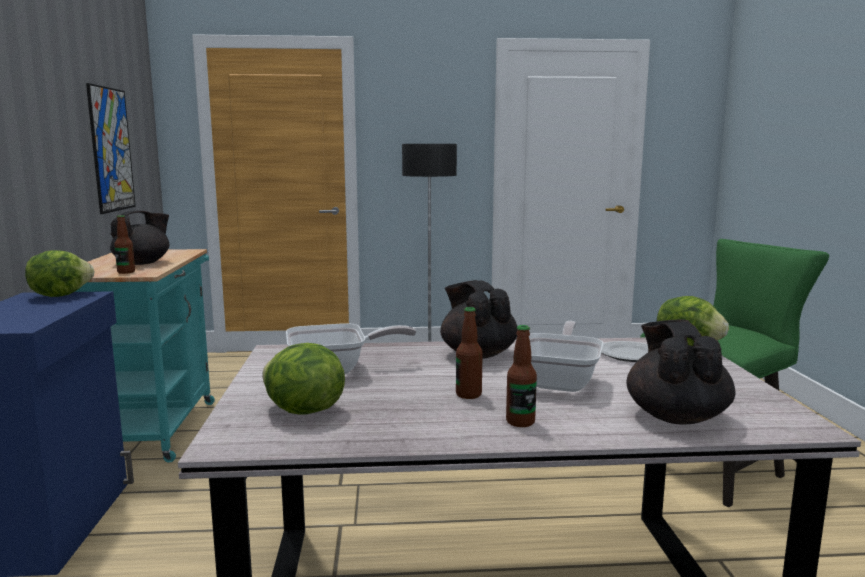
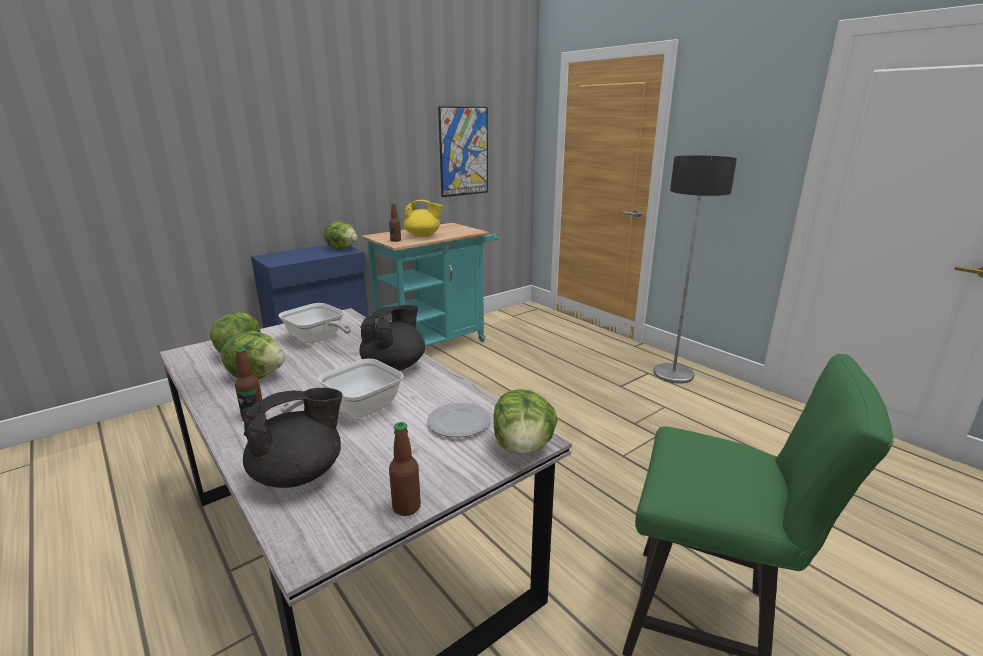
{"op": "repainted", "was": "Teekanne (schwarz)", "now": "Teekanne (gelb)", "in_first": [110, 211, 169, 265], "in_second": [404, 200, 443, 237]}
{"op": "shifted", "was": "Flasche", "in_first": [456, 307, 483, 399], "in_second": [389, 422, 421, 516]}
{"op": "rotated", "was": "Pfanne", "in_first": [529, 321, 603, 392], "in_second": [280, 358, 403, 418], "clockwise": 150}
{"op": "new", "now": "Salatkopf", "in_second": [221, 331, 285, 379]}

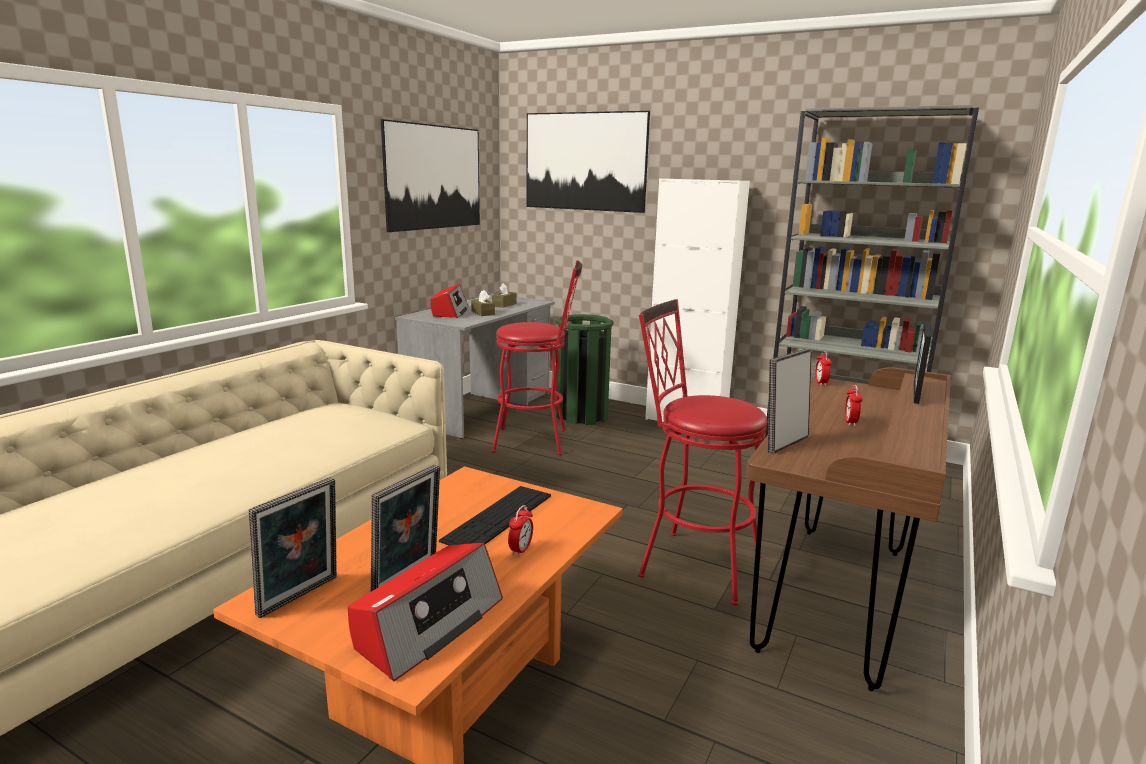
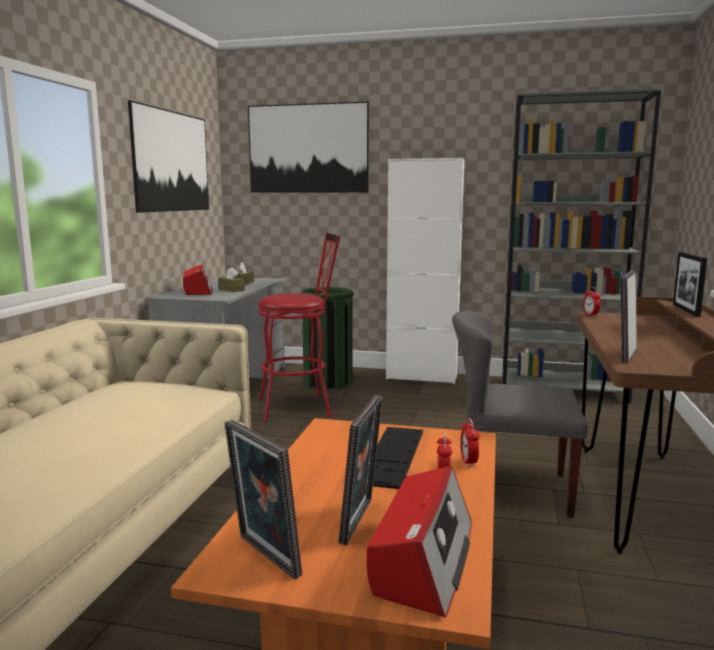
{"op": "swapped", "was": "Hocker (rot)", "now": "Stuhl (grau)", "in_first": [638, 299, 767, 606], "in_second": [452, 311, 588, 518]}
{"op": "shifted", "was": "Wecker", "in_first": [845, 385, 863, 426], "in_second": [460, 418, 480, 467]}
{"op": "rotated", "was": "Bilderrahmen", "in_first": [248, 477, 337, 618], "in_second": [224, 420, 302, 579], "clockwise": 120}

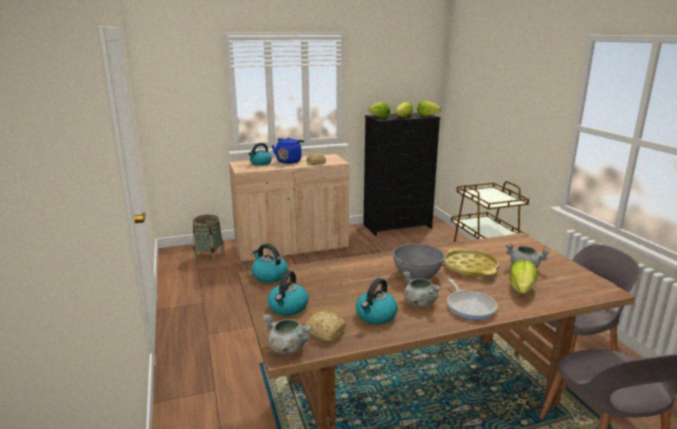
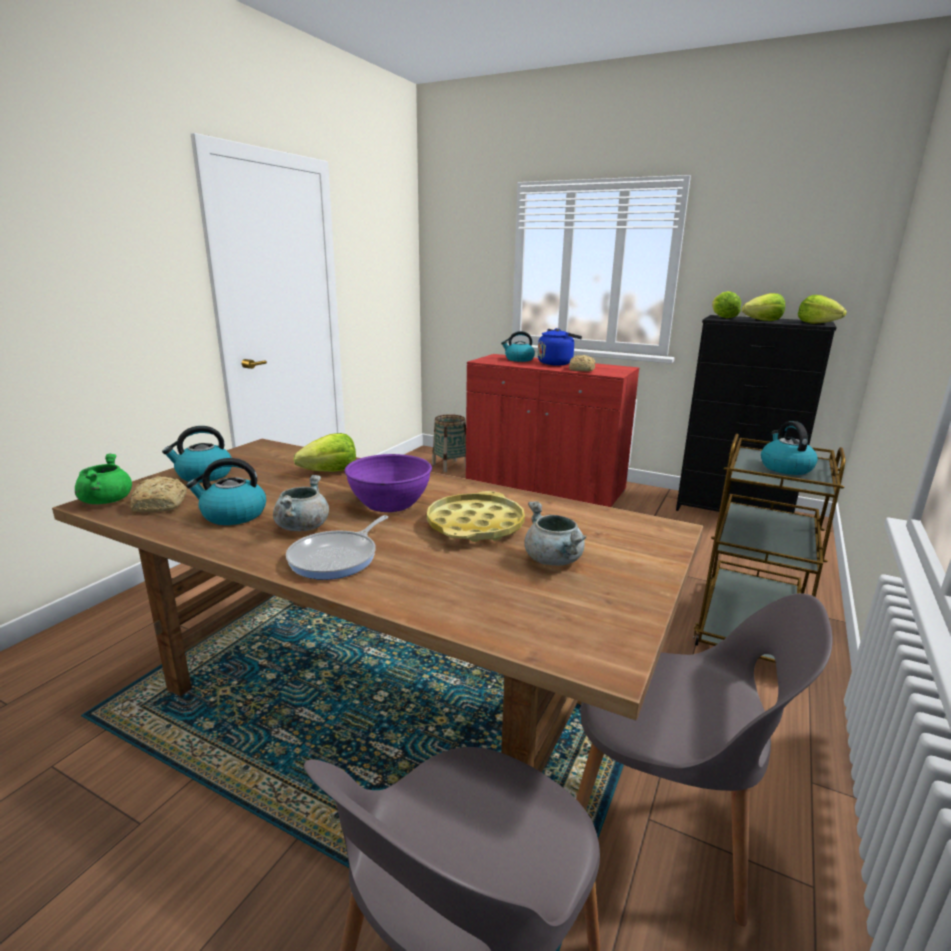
{"op": "repainted", "was": "Schrank (beige)", "now": "Schrank (rot)", "in_first": [229, 154, 349, 262], "in_second": [466, 354, 639, 507]}
{"op": "shifted", "was": "Wasserkessel", "in_first": [252, 244, 288, 283], "in_second": [761, 421, 818, 475]}
{"op": "repainted", "was": "Schüssel (grau)", "now": "Schüssel (lila)", "in_first": [392, 244, 445, 280], "in_second": [345, 454, 432, 512]}
{"op": "shifted", "was": "Salatkopf", "in_first": [509, 260, 538, 294], "in_second": [293, 433, 356, 472]}
{"op": "repainted", "was": "Kochtopf (grau)", "now": "Kochtopf (grün)", "in_first": [262, 314, 312, 355], "in_second": [75, 453, 132, 504]}

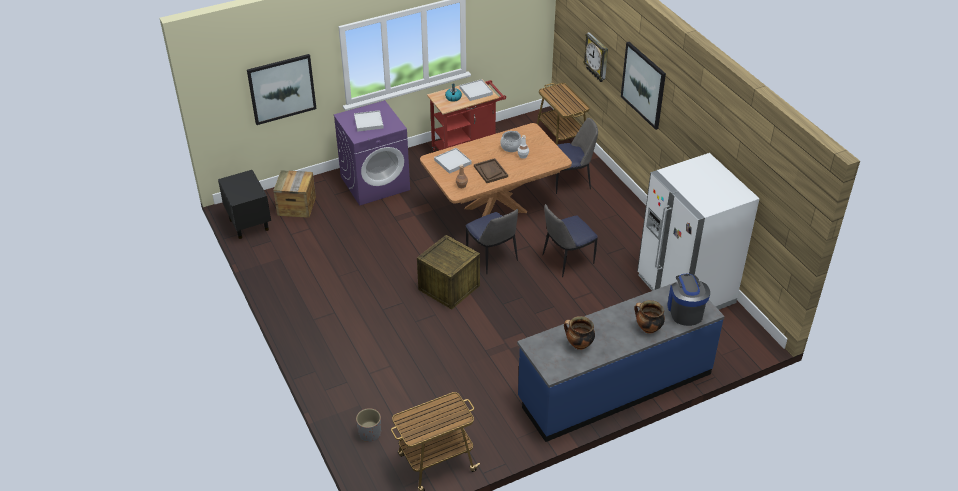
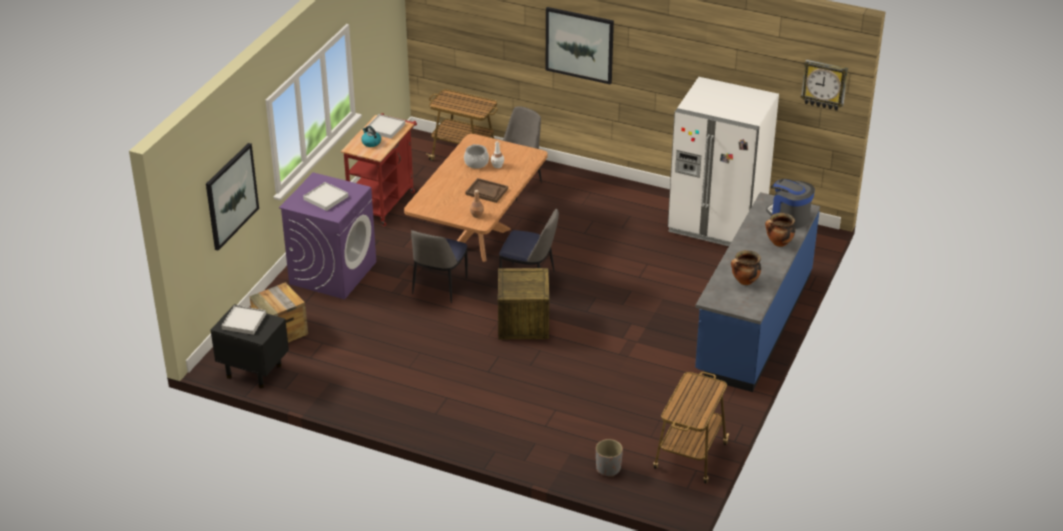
{"op": "shifted", "was": "Wanduhr", "in_first": [583, 32, 608, 82], "in_second": [801, 60, 848, 111]}
{"op": "shifted", "was": "Tablett (weiß)", "in_first": [434, 148, 472, 174], "in_second": [221, 305, 266, 335]}
{"op": "shifted", "was": "Stuhl", "in_first": [543, 204, 598, 277], "in_second": [411, 230, 468, 303]}

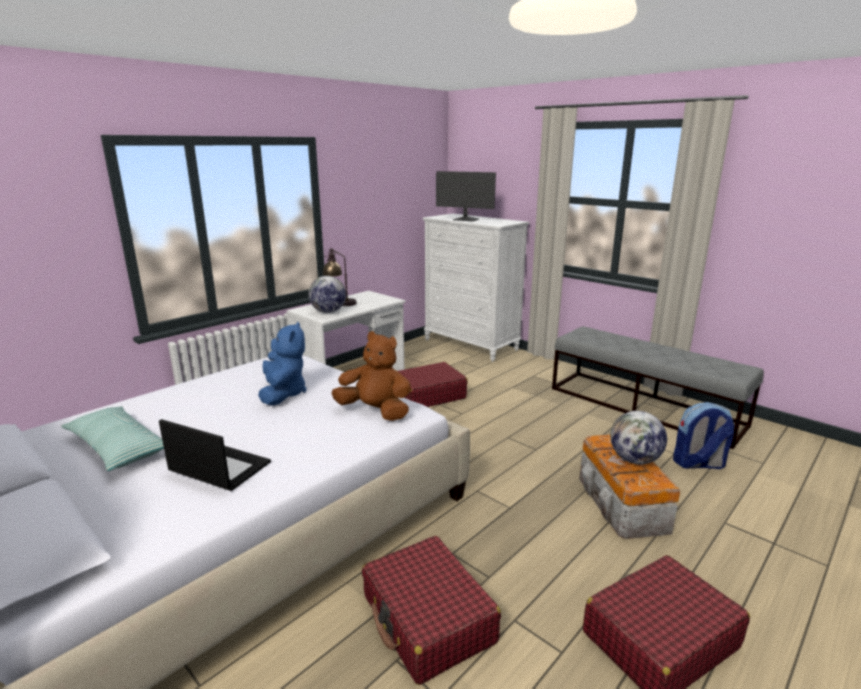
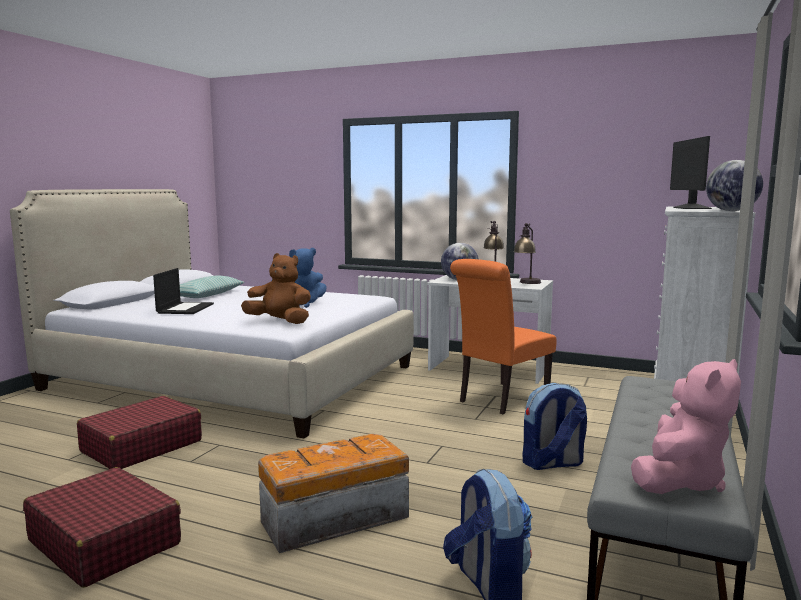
{"op": "rotated", "was": "Plüschtier (braun)", "in_first": [331, 331, 411, 421], "in_second": [241, 253, 311, 324], "clockwise": -75}
{"op": "swapped", "was": "Koffer (rot)", "now": "Stuhl (orange)", "in_first": [398, 362, 467, 407], "in_second": [450, 259, 556, 414]}
{"op": "shifted", "was": "Globus", "in_first": [610, 411, 667, 465], "in_second": [706, 160, 763, 211]}
{"op": "new", "now": "Tischlampe", "in_second": [513, 223, 541, 284]}
{"op": "new", "now": "Plüschtier (rosa)", "in_second": [631, 359, 741, 494]}
{"op": "new", "now": "Rucksack", "in_second": [523, 383, 587, 470]}

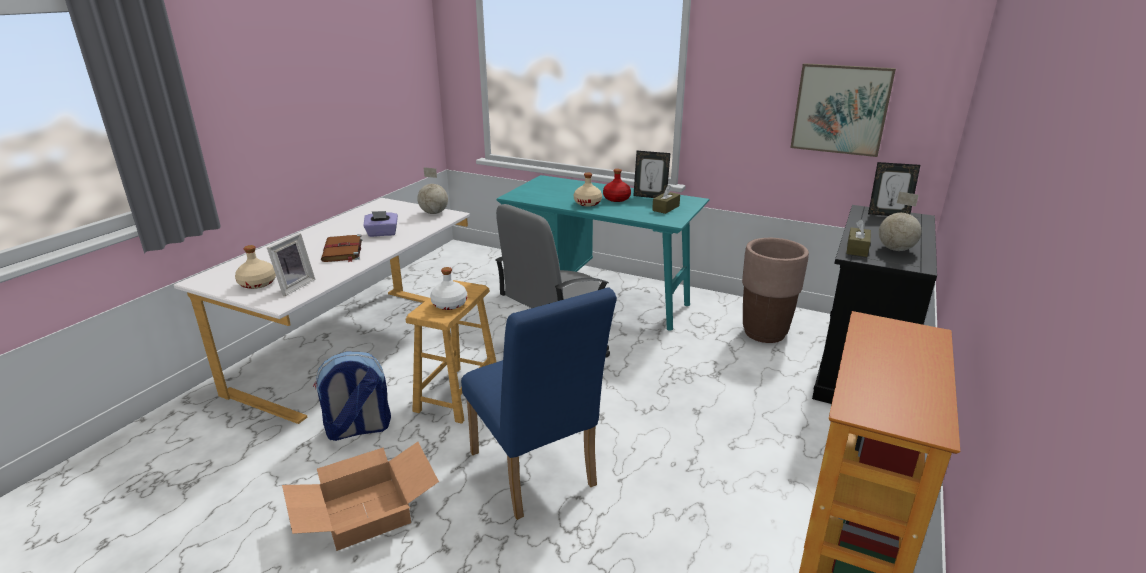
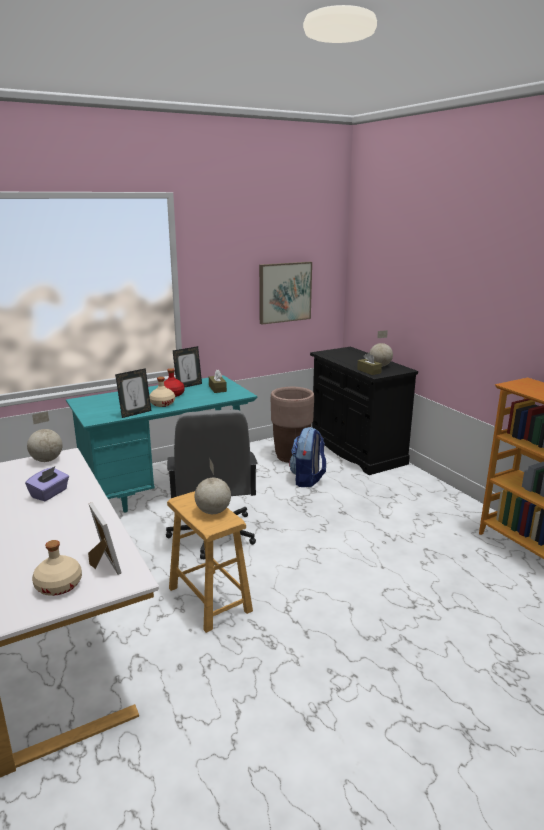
{"op": "shifted", "was": "Bilderrahmen", "in_first": [868, 162, 920, 216], "in_second": [115, 368, 151, 418]}
{"op": "gone", "was": "Buch (braun)", "in_first": [321, 234, 362, 262]}
{"op": "swapped", "was": "Flasche (weiß)", "now": "Globus", "in_first": [430, 267, 467, 310], "in_second": [195, 459, 231, 514]}
{"op": "gone", "was": "Stuhl (blau)", "in_first": [461, 288, 617, 520]}
{"op": "shifted", "was": "Rucksack", "in_first": [313, 352, 391, 441], "in_second": [289, 427, 326, 487]}
{"op": "gone", "was": "Karton", "in_first": [282, 442, 439, 551]}

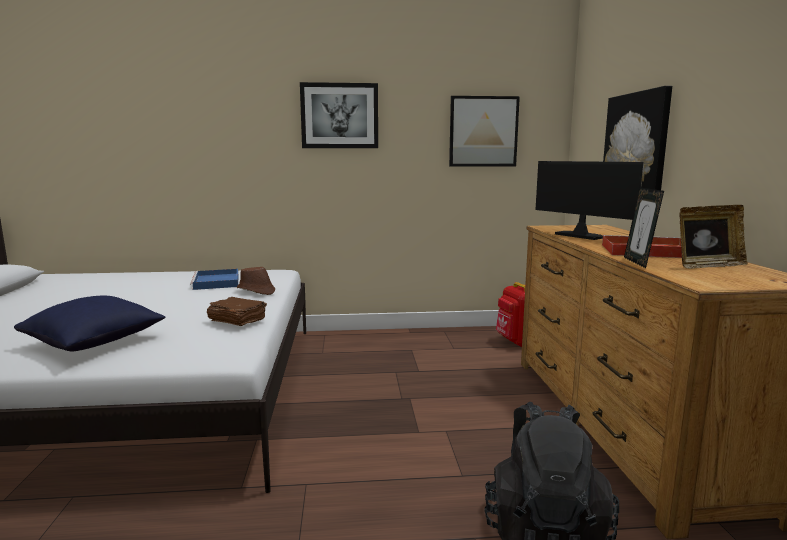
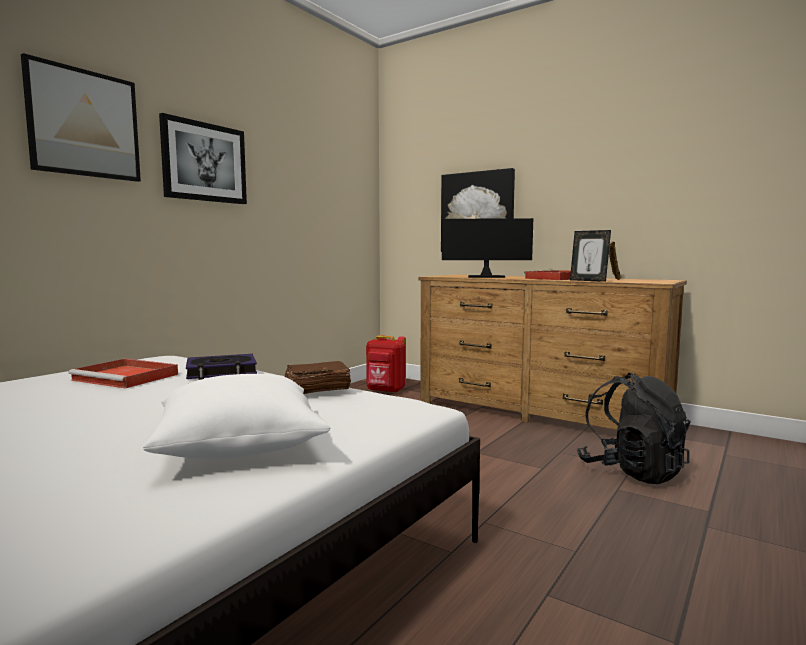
{"op": "shifted", "was": "Bild", "in_first": [449, 96, 520, 167], "in_second": [21, 53, 141, 182]}
{"op": "swapped", "was": "Hut (braun)", "now": "Buch", "in_first": [237, 267, 275, 295], "in_second": [186, 354, 257, 380]}
{"op": "repainted", "was": "Tablett (blau)", "now": "Tablett (rot)", "in_first": [190, 269, 238, 290], "in_second": [68, 359, 178, 388]}
{"op": "repainted", "was": "Kissen (blau)", "now": "Kissen (weiß)", "in_first": [14, 296, 166, 351], "in_second": [143, 374, 330, 459]}

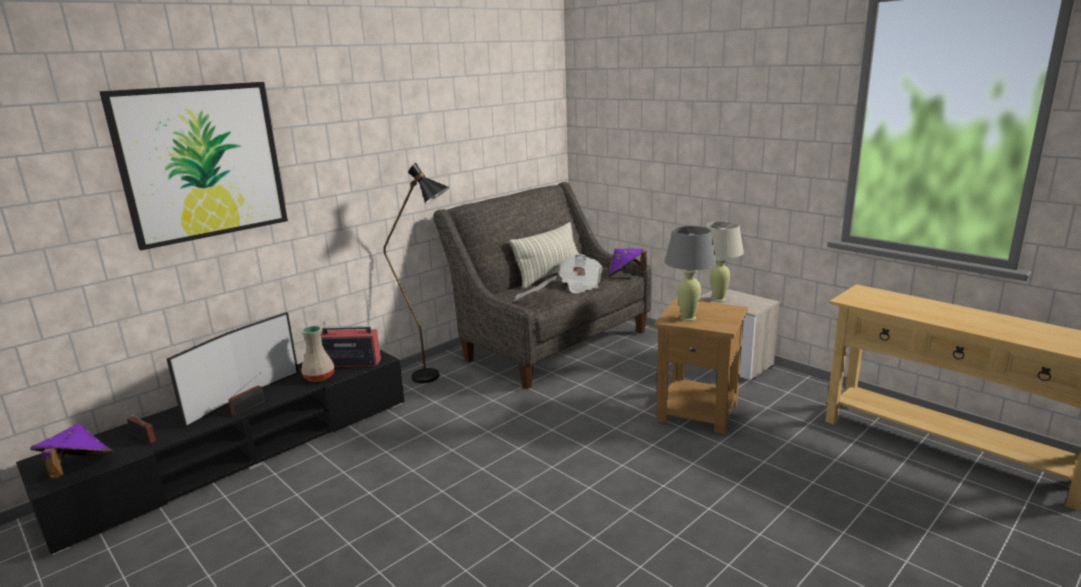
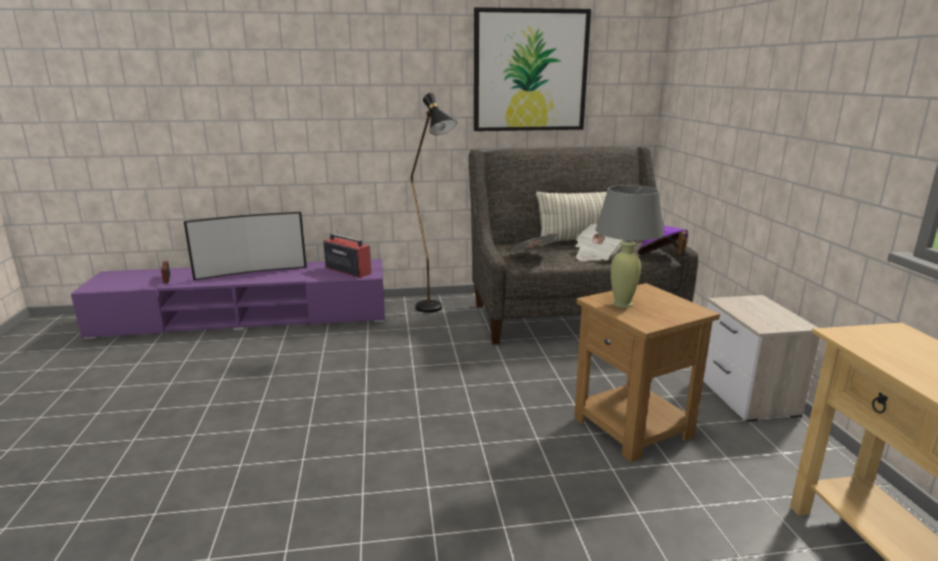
{"op": "shifted", "was": "Bild", "in_first": [99, 82, 288, 250], "in_second": [474, 7, 591, 131]}
{"op": "gone", "was": "Tischlampe (beige)", "in_first": [706, 221, 744, 302]}
{"op": "gone", "was": "Vase (beige)", "in_first": [301, 326, 335, 382]}
{"op": "repainted", "was": "Fernsehschrank (schwarz)", "now": "Fernsehschrank (lila)", "in_first": [16, 350, 405, 555], "in_second": [71, 259, 385, 339]}
{"op": "gone", "was": "Radio", "in_first": [228, 372, 265, 416]}
{"op": "gone", "was": "Hut (lila)", "in_first": [30, 424, 113, 479]}

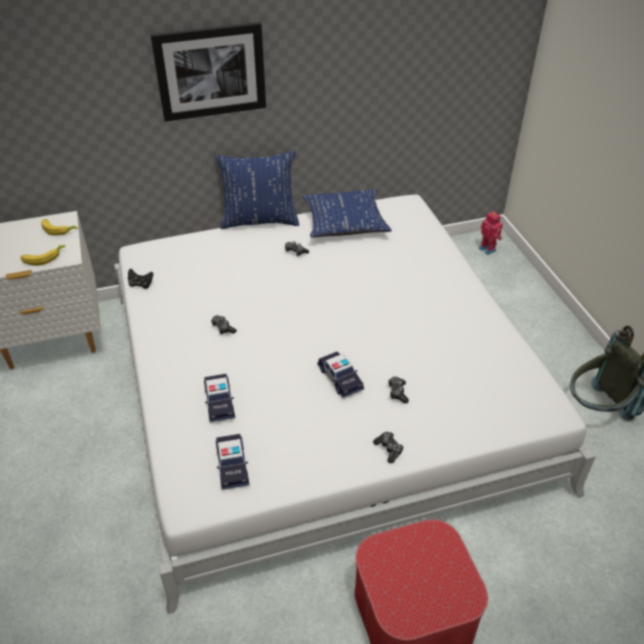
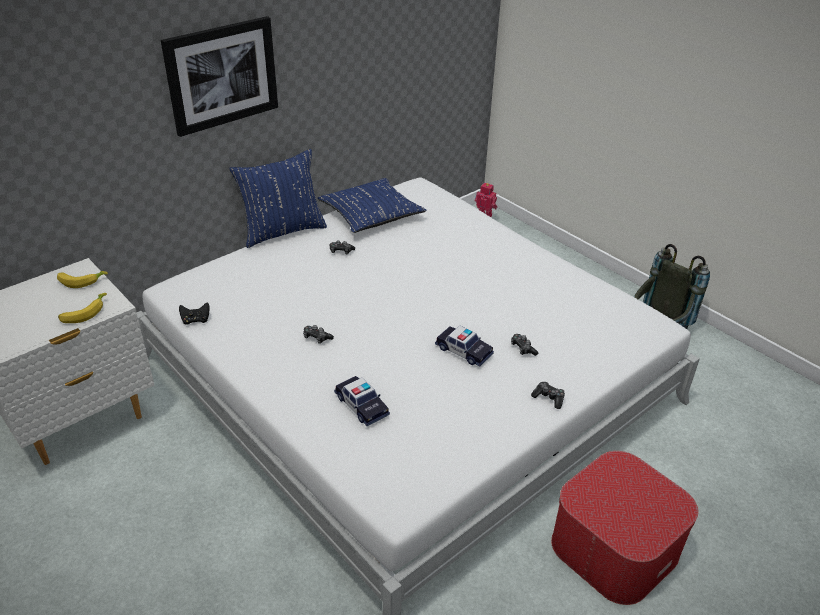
{"op": "gone", "was": "Spielzeugauto", "in_first": [216, 434, 250, 490]}

